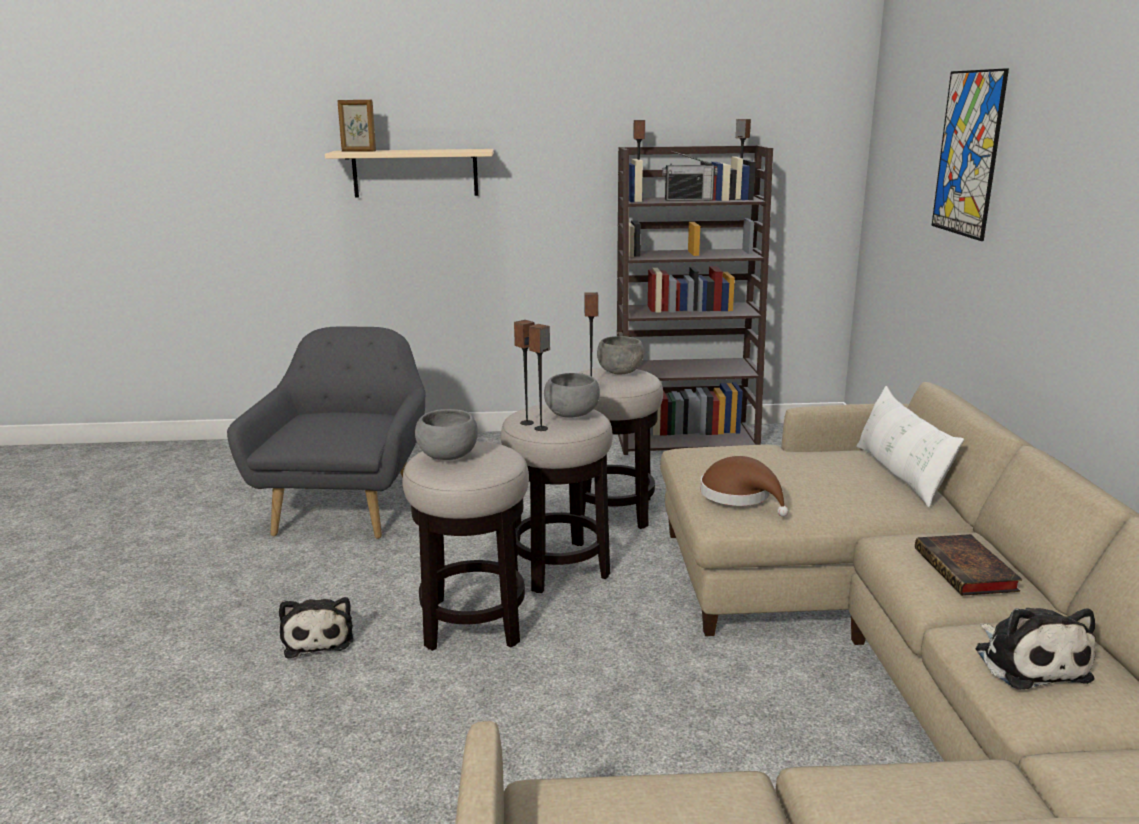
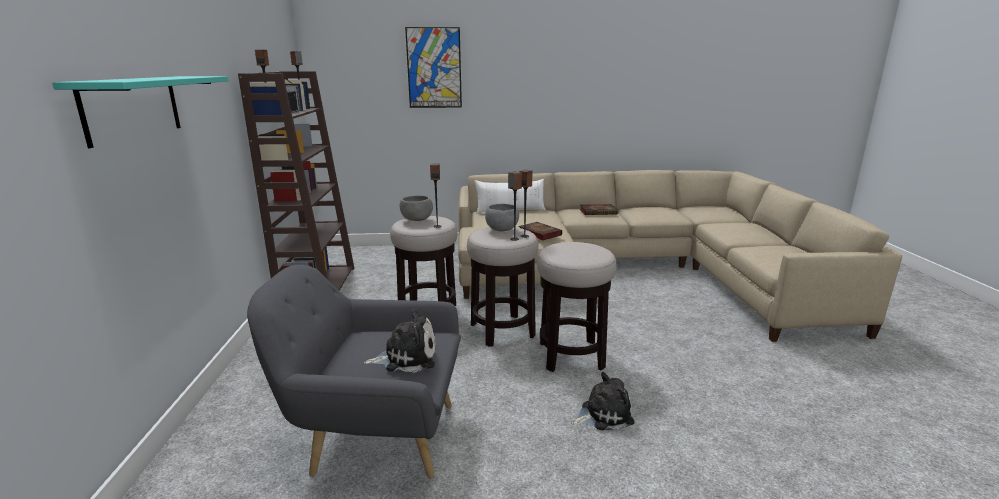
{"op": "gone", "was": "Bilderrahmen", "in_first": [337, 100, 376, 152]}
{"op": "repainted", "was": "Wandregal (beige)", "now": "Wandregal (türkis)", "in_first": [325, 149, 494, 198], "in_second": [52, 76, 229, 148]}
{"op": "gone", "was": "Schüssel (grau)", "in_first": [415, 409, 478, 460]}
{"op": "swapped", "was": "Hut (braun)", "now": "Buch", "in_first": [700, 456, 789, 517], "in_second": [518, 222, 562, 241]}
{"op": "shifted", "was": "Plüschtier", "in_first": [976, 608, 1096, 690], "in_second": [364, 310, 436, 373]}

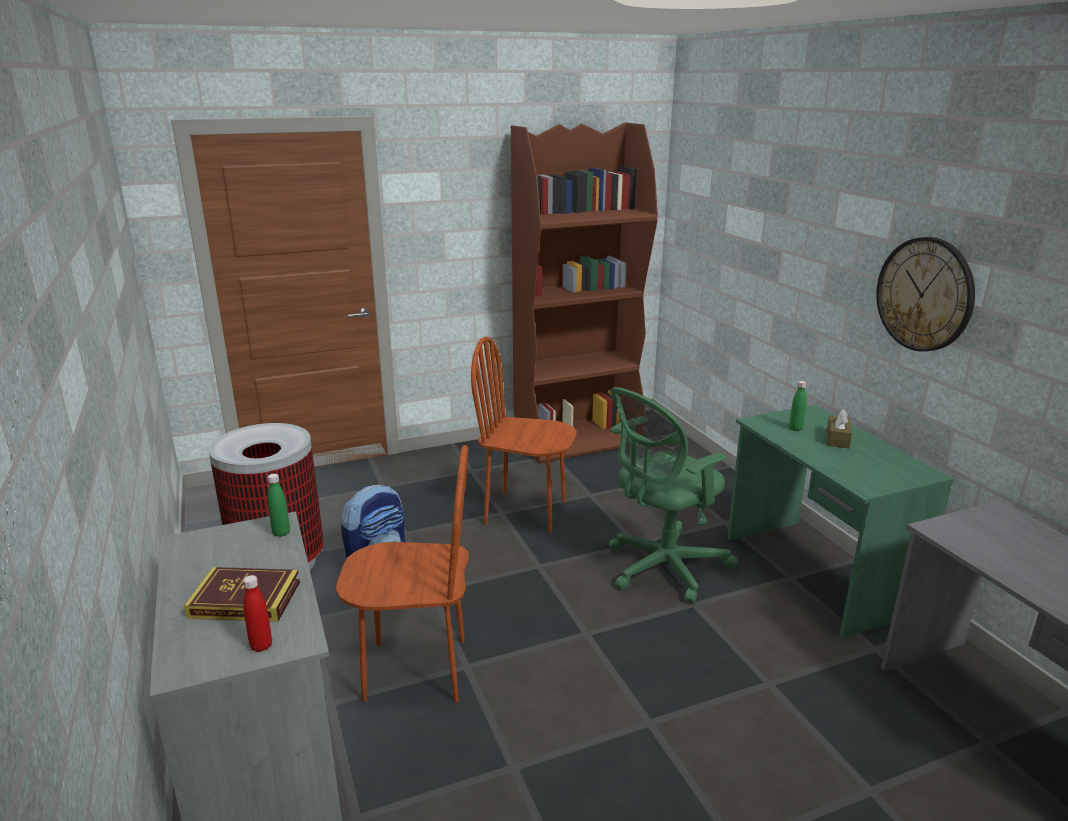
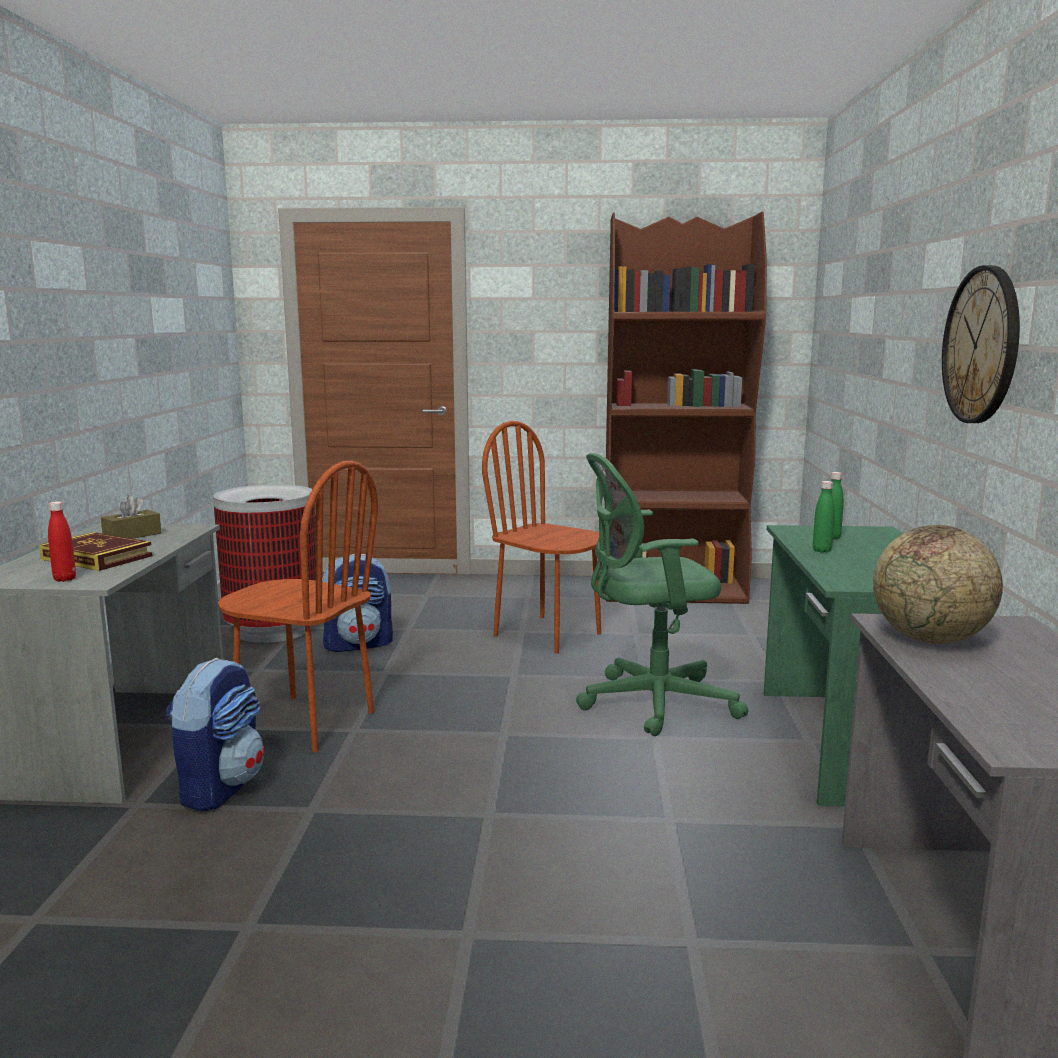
{"op": "shifted", "was": "Taschentuchbox (braun)", "in_first": [827, 409, 852, 449], "in_second": [101, 495, 161, 539]}
{"op": "shifted", "was": "Flasche (grün)", "in_first": [268, 474, 290, 537], "in_second": [813, 481, 835, 553]}
{"op": "new", "now": "Globus", "in_second": [873, 525, 1003, 644]}
{"op": "new", "now": "Rucksack", "in_second": [165, 658, 264, 812]}

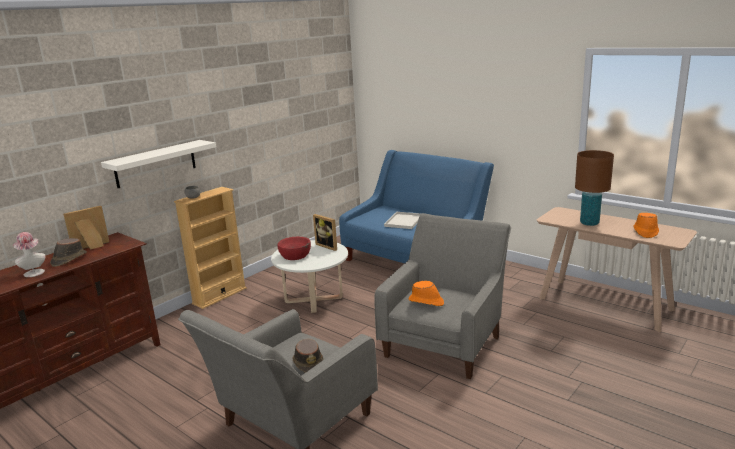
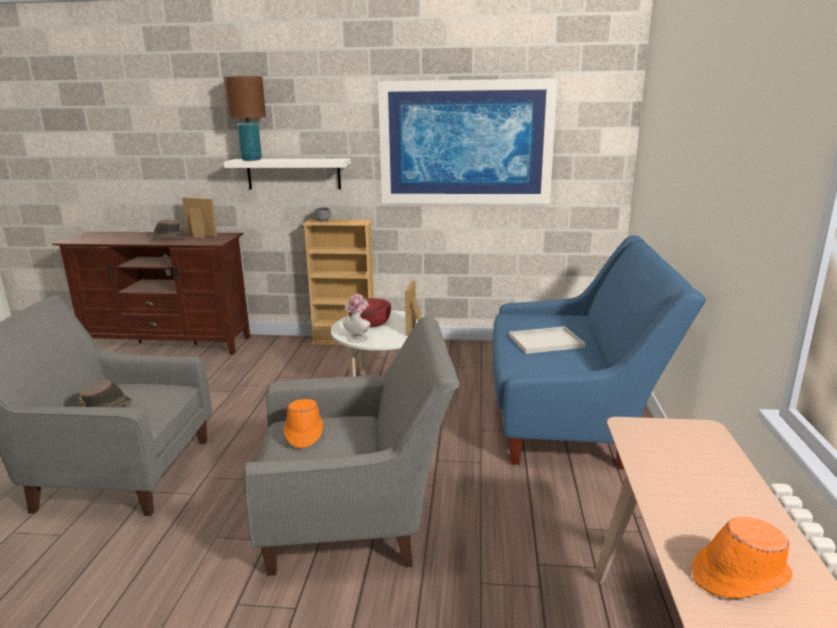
{"op": "shifted", "was": "Tischlampe (braun)", "in_first": [575, 150, 614, 226], "in_second": [223, 76, 266, 161]}
{"op": "shifted", "was": "Hut", "in_first": [13, 232, 45, 277], "in_second": [343, 294, 371, 343]}
{"op": "new", "now": "Bild", "in_second": [378, 78, 558, 204]}

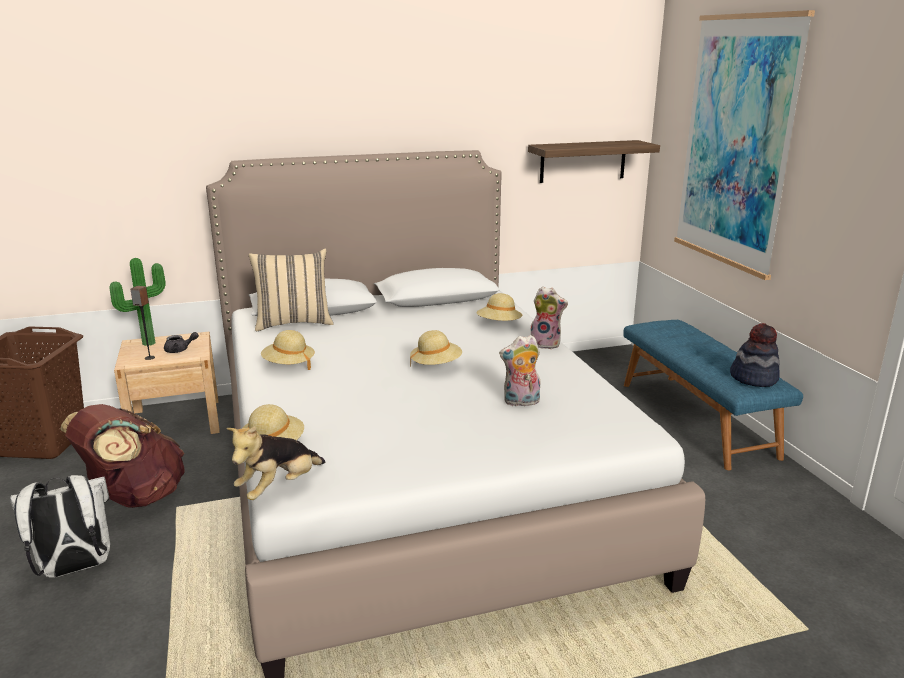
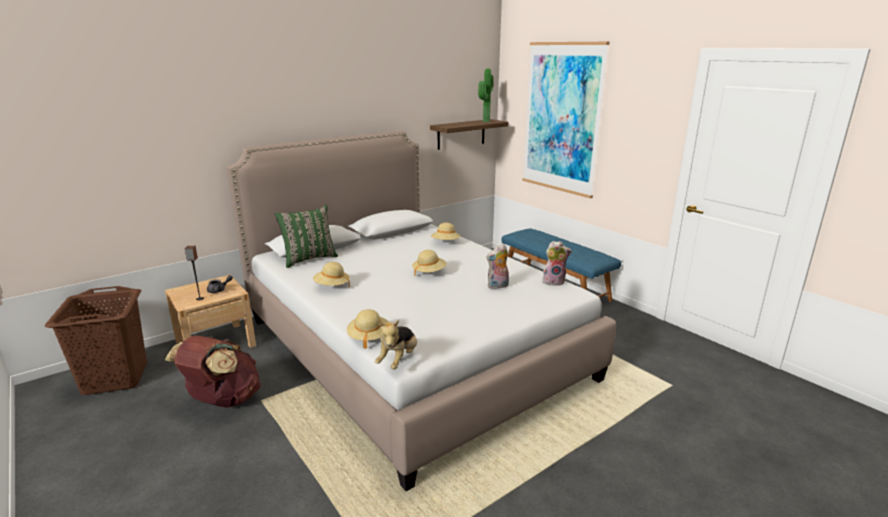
{"op": "repainted", "was": "Kissen (beige)", "now": "Kissen (grün)", "in_first": [248, 249, 333, 331], "in_second": [275, 205, 338, 268]}
{"op": "shifted", "was": "Topfpflanze", "in_first": [109, 258, 166, 346], "in_second": [478, 68, 493, 122]}
{"op": "shifted", "was": "Plüschtier", "in_first": [531, 286, 568, 349], "in_second": [542, 241, 572, 286]}
{"op": "gone", "was": "Hut", "in_first": [730, 323, 780, 387]}
{"op": "gone", "was": "Rucksack (weiß)", "in_first": [10, 475, 110, 578]}

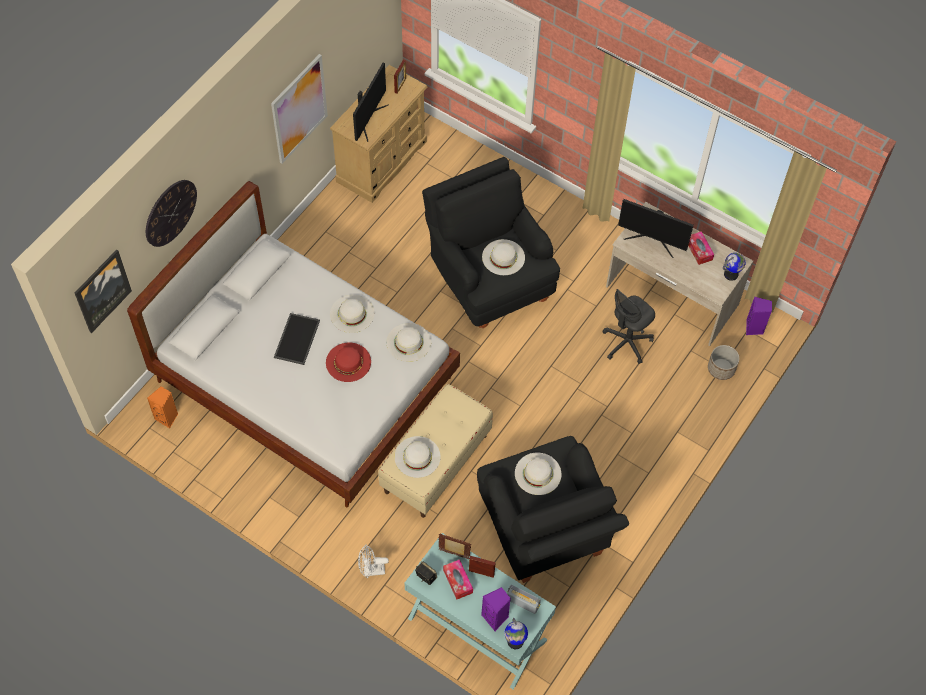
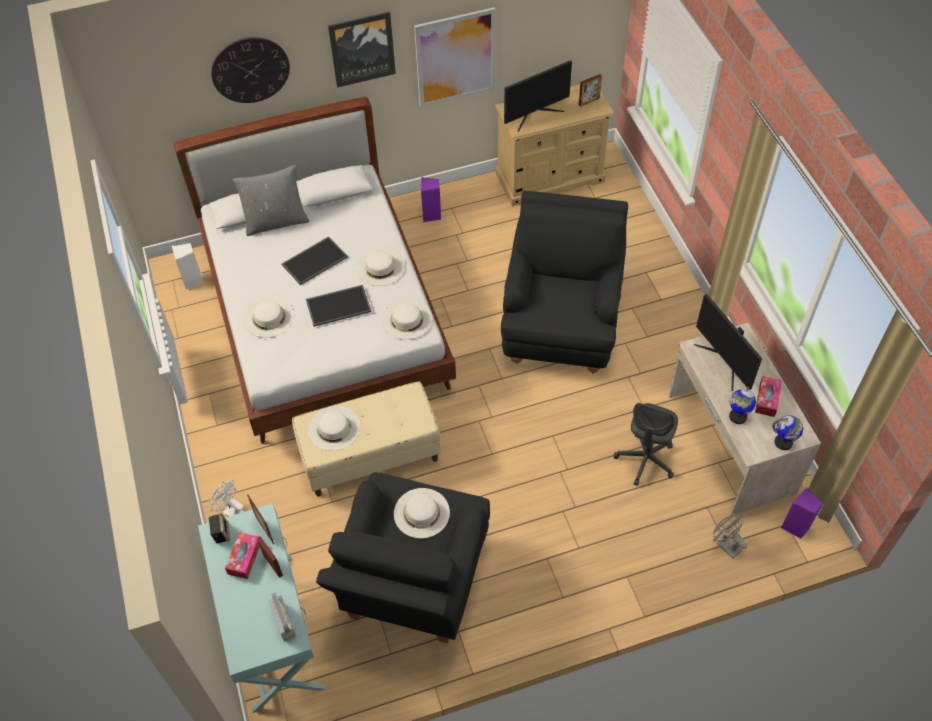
{"op": "shifted", "was": "Hut (weiß)", "in_first": [482, 239, 525, 275], "in_second": [244, 298, 294, 338]}
{"op": "shifted", "was": "Bild", "in_first": [75, 250, 132, 333], "in_second": [328, 12, 396, 88]}
{"op": "rotated", "was": "Bürostuhl (grau)", "in_first": [602, 289, 655, 364], "in_second": [614, 403, 678, 486], "clockwise": -60}
{"op": "swapped", "was": "Hut (rot)", "now": "Tablett", "in_first": [326, 342, 371, 382], "in_second": [306, 285, 372, 327]}
{"op": "swapped", "was": "Pflanzkübel", "now": "Ventilator (grau)", "in_first": [708, 345, 740, 380], "in_second": [713, 515, 747, 559]}
{"op": "repainted", "was": "Lautsprecher (orange)", "now": "Lautsprecher (weiß)", "in_first": [147, 386, 178, 428], "in_second": [171, 243, 204, 290]}
{"op": "shifted", "was": "Lautsprecher (lila)", "in_first": [481, 587, 511, 631], "in_second": [421, 177, 441, 222]}
{"op": "shifted", "was": "Globus", "in_first": [504, 618, 528, 649], "in_second": [729, 387, 756, 424]}
{"op": "new", "now": "Kissen (grau)", "in_second": [232, 165, 309, 236]}

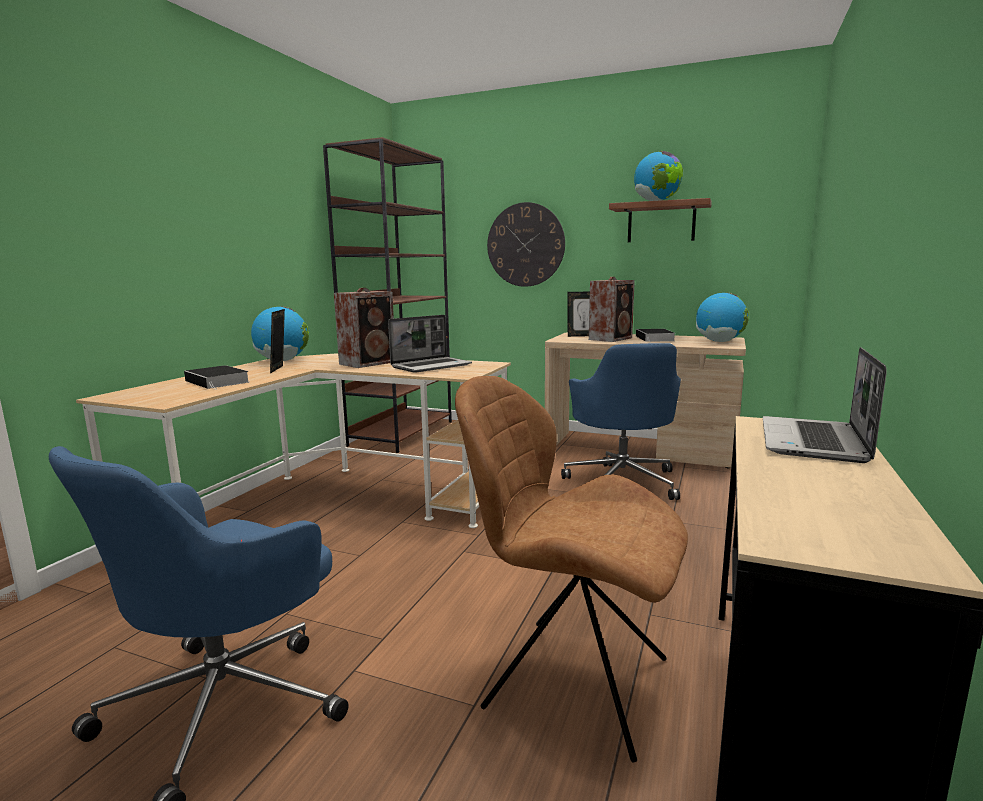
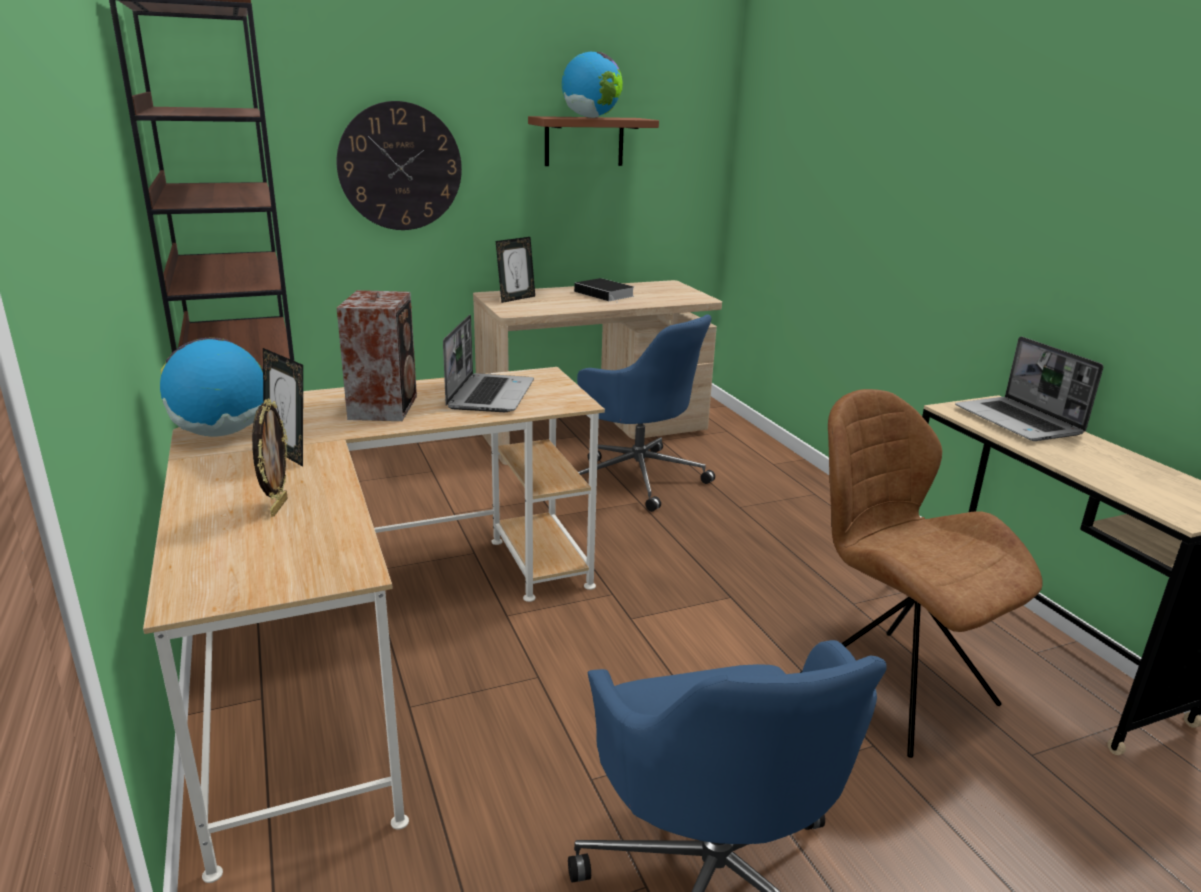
{"op": "gone", "was": "Lautsprecher", "in_first": [589, 277, 635, 342]}
{"op": "gone", "was": "Globus", "in_first": [696, 293, 749, 342]}
{"op": "swapped", "was": "Buch", "now": "Bilderrahmen", "in_first": [184, 365, 249, 390], "in_second": [252, 398, 288, 517]}
{"op": "rotated", "was": "Stuhl (braun)", "in_first": [455, 376, 688, 763], "in_second": [800, 389, 1043, 758], "clockwise": 75}

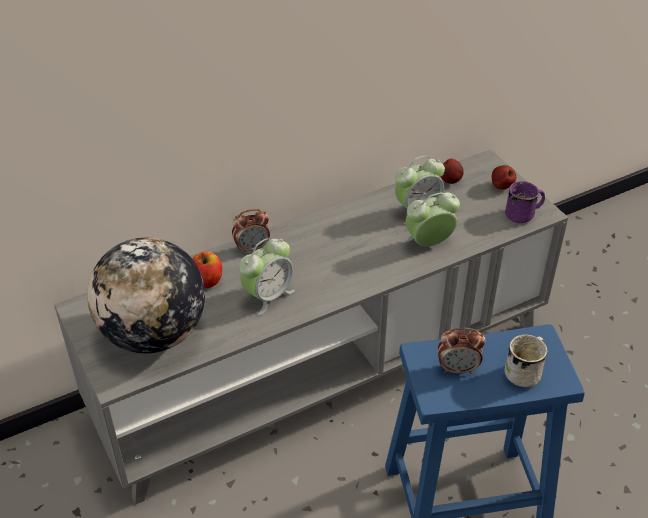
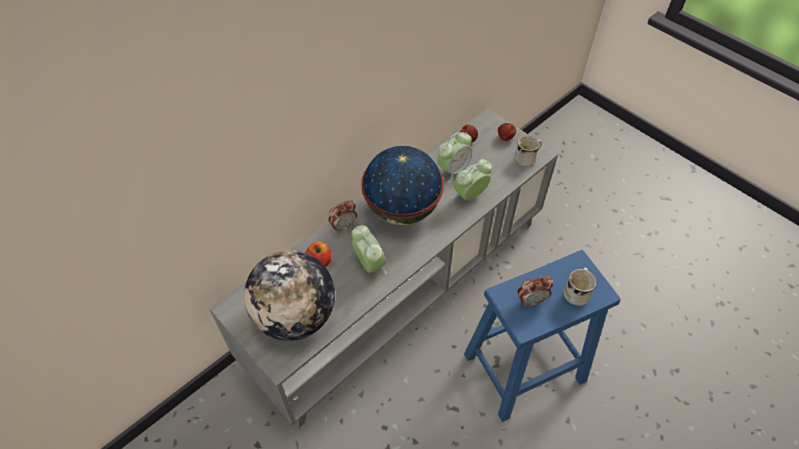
{"op": "repainted", "was": "Henkelbecher (lila)", "now": "Henkelbecher (weiß)", "in_first": [505, 181, 545, 223], "in_second": [515, 136, 542, 166]}
{"op": "rotated", "was": "Wecker", "in_first": [239, 238, 295, 315], "in_second": [351, 225, 387, 275], "clockwise": -60}
{"op": "new", "now": "Globus", "in_second": [361, 146, 444, 225]}

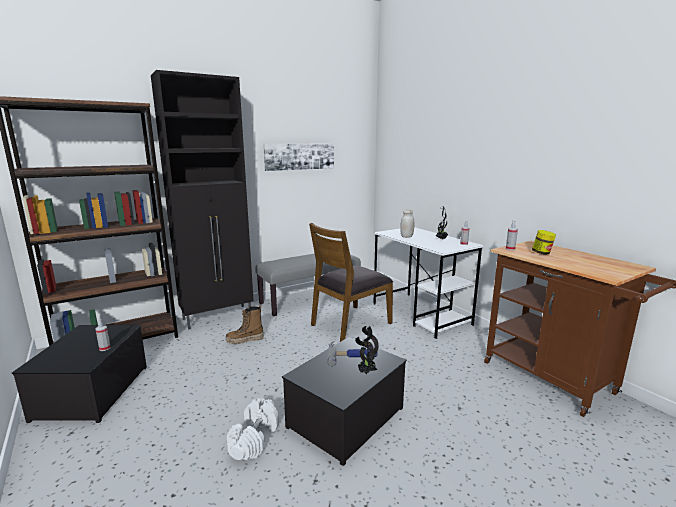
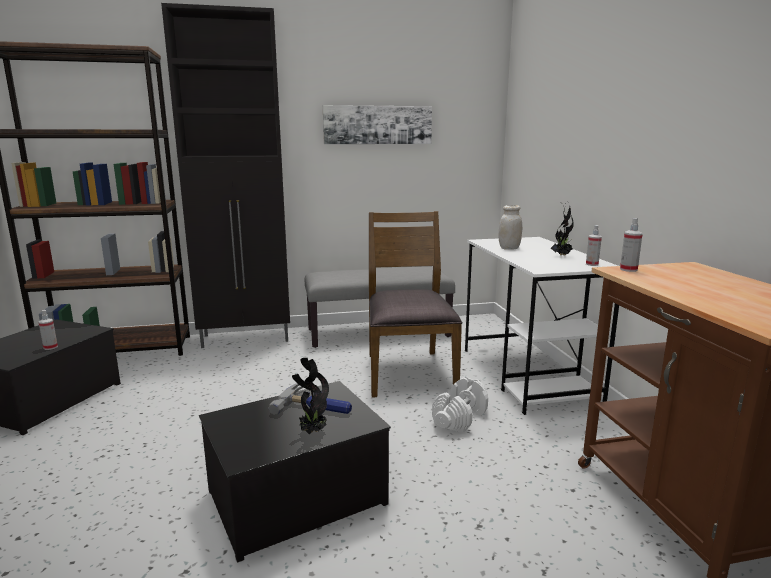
{"op": "rotated", "was": "Stuhl (braun)", "in_first": [309, 223, 393, 342], "in_second": [369, 211, 463, 398], "clockwise": 105}
{"op": "gone", "was": "Vorratsglas", "in_first": [532, 230, 556, 254]}
{"op": "gone", "was": "Stiefel", "in_first": [226, 305, 264, 344]}
{"op": "shifted", "was": "Hantel (weiß)", "in_first": [227, 398, 279, 460], "in_second": [432, 377, 488, 433]}

